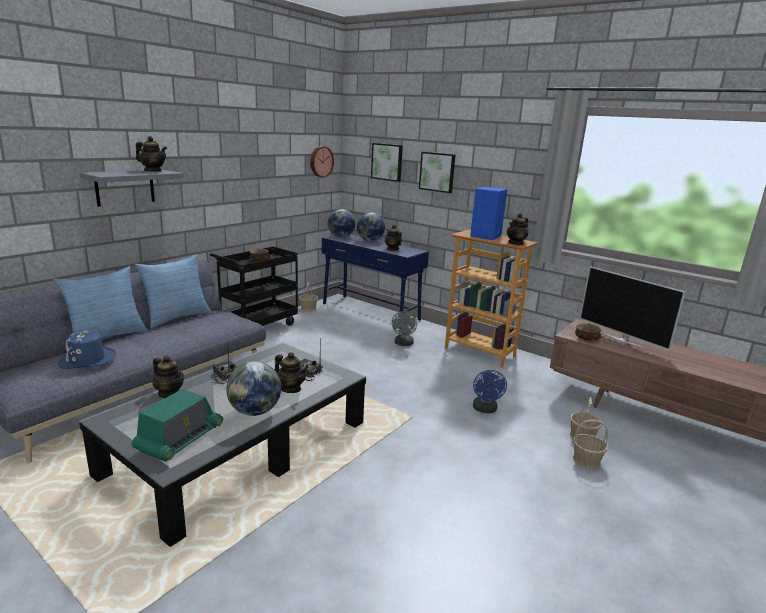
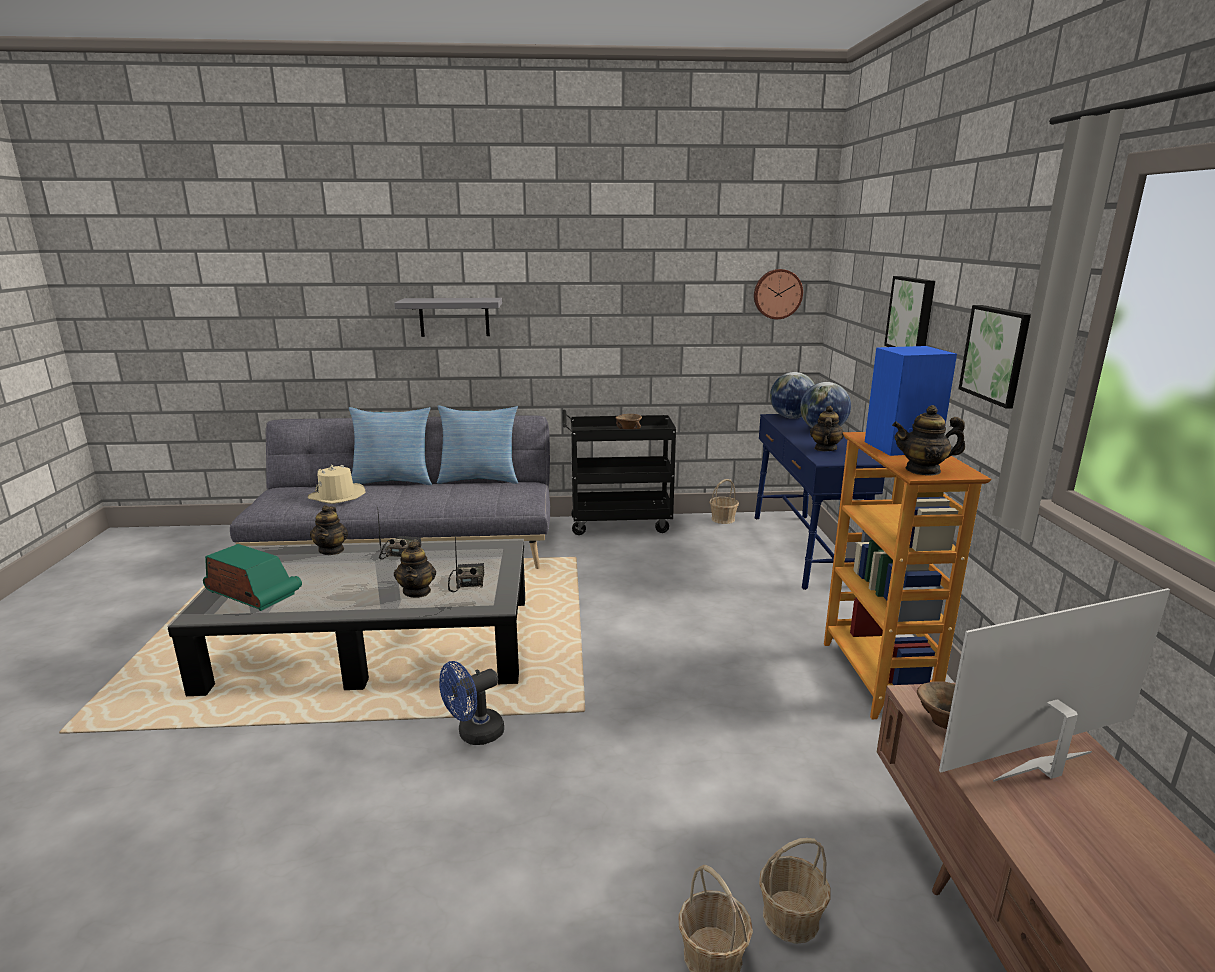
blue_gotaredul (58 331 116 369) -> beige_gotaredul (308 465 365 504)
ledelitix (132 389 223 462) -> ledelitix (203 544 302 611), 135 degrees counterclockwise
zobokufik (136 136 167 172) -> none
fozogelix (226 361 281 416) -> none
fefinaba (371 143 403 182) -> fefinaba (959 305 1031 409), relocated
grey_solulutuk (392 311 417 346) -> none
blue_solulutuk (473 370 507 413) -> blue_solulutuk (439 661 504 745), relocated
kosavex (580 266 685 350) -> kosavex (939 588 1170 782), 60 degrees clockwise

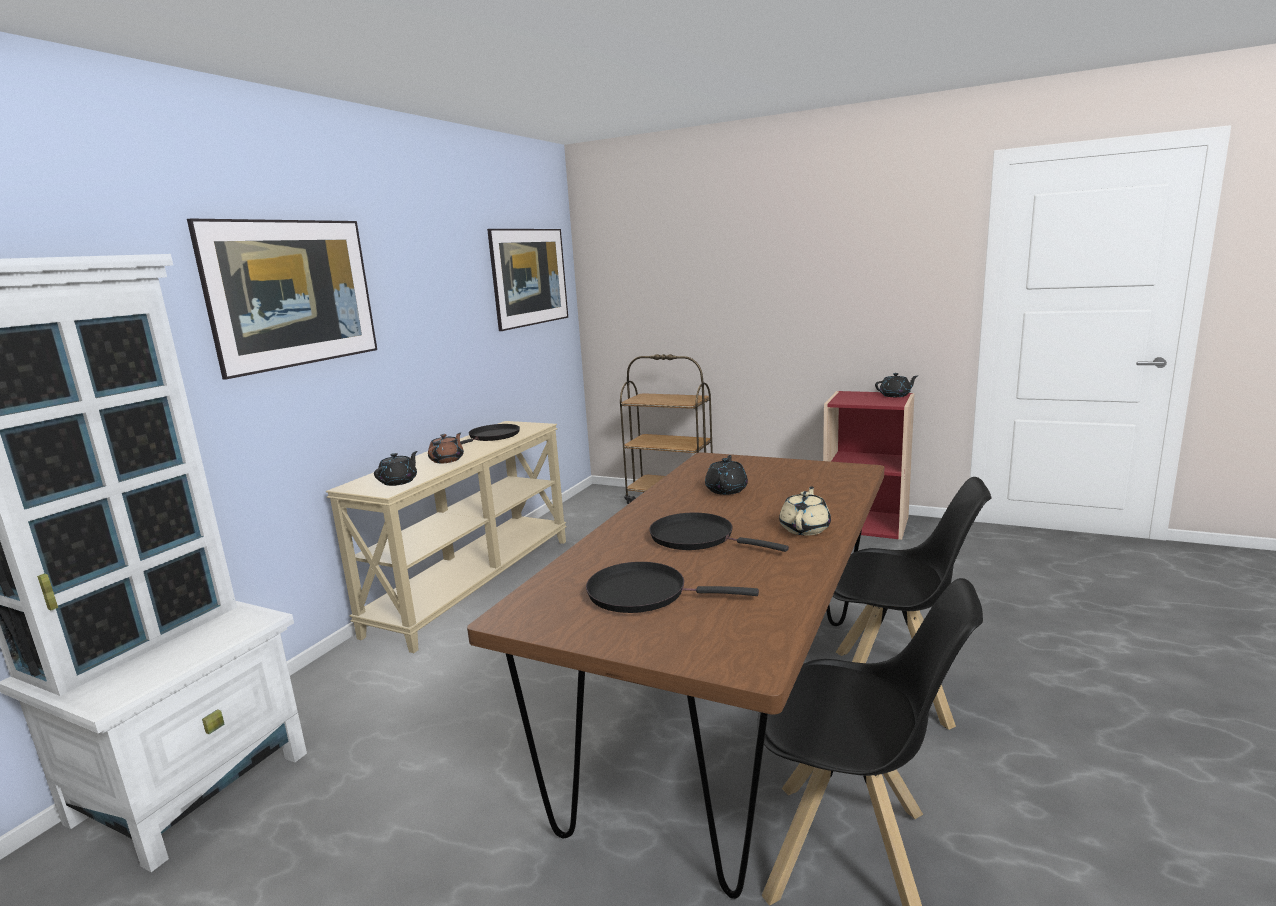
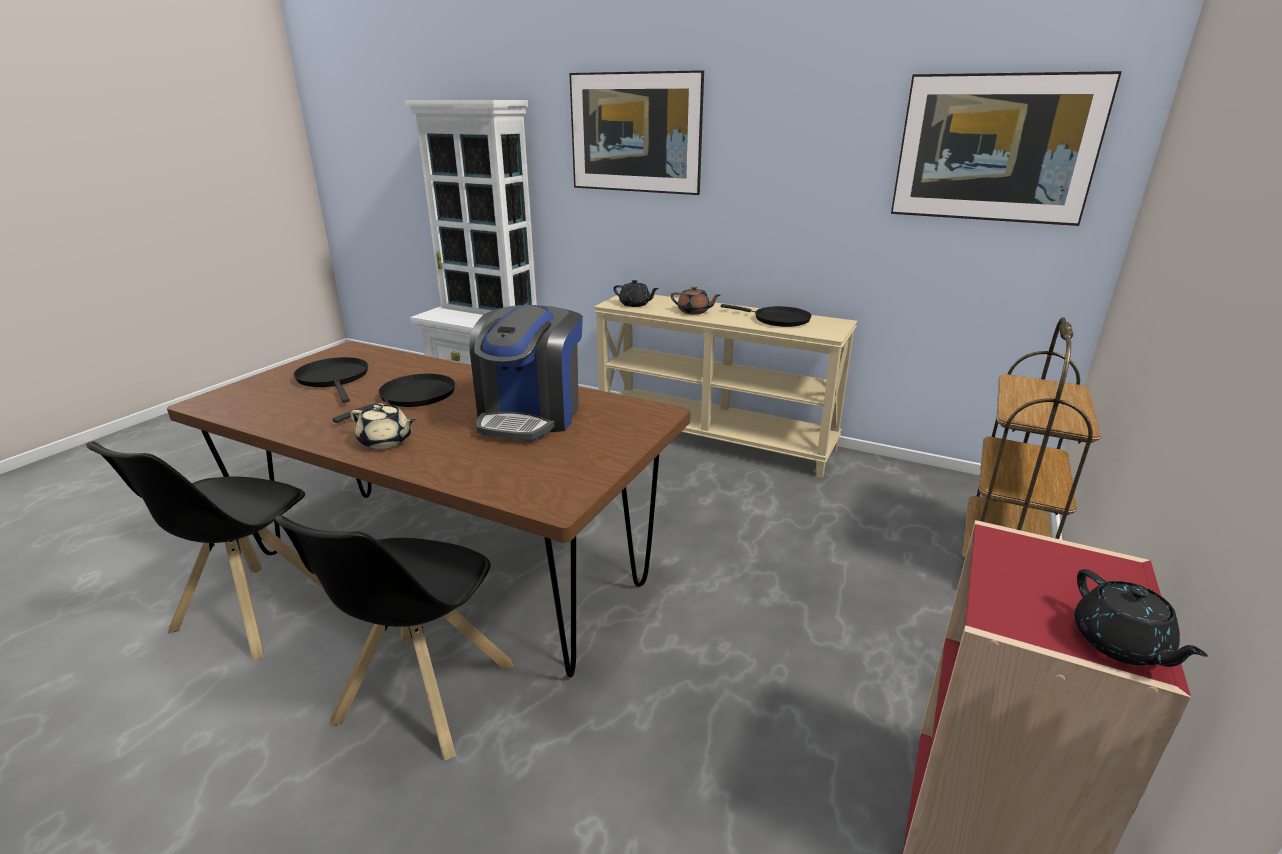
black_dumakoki (586 562 759 613) -> black_dumakoki (294 357 368 403), 45 degrees counterclockwise
black_zobokufik (705 455 748 495) -> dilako (469 305 583 441)

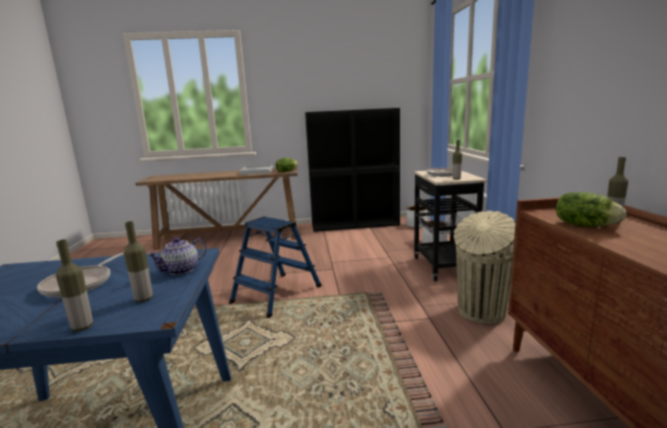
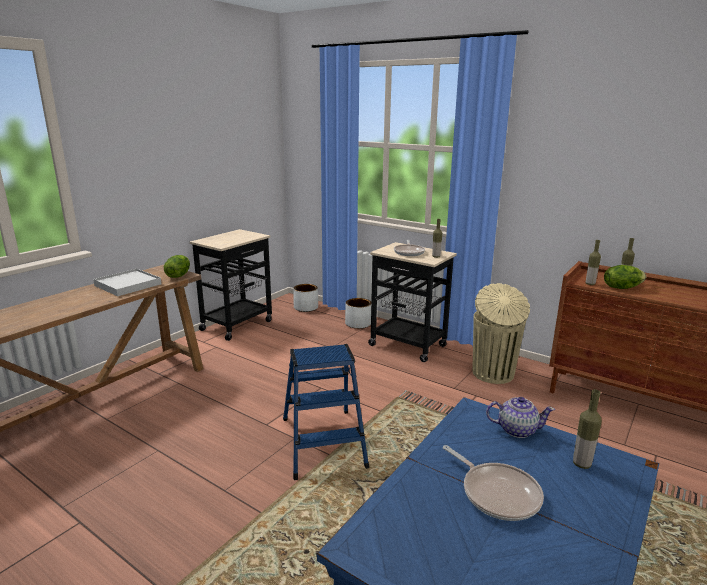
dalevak (56 239 93 331) -> dalevak (586 240 601 285), relocated
zobokufik (147 238 206 275) -> zobokufik (486 397 555 438), 75 degrees counterclockwise
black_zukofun (305 108 400 232) -> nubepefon (190 229 272 341)

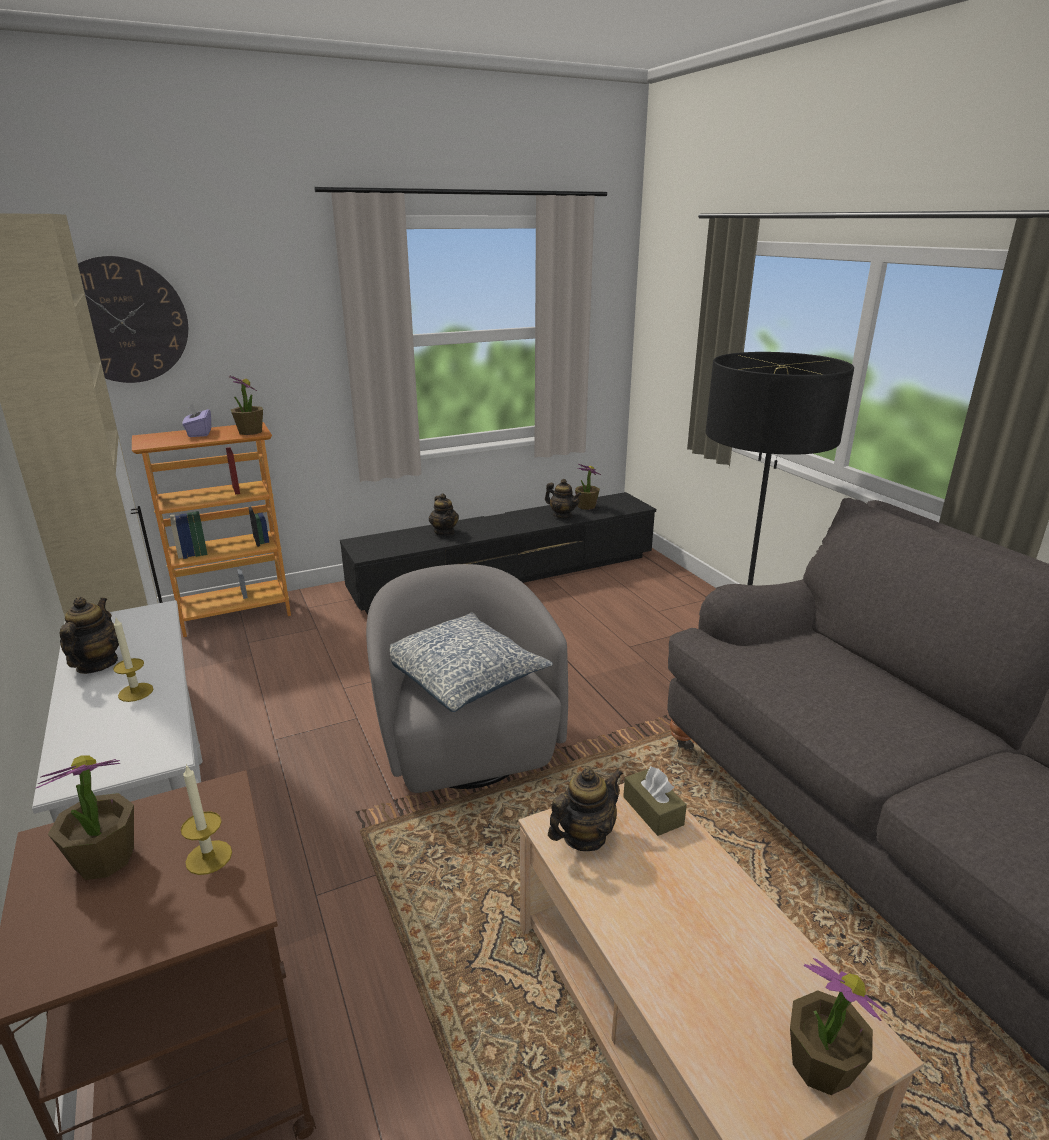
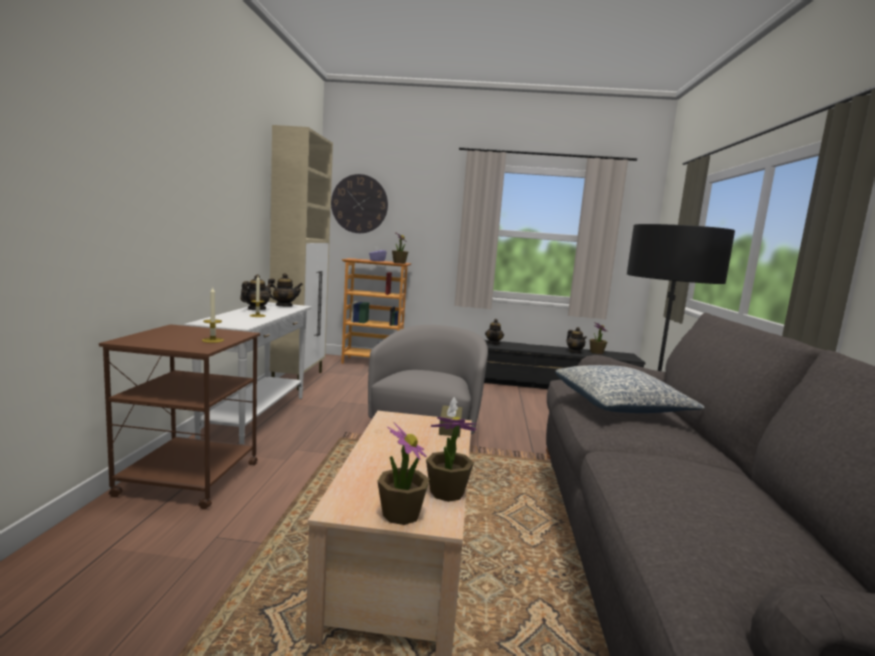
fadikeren (36 755 134 880) -> fadikeren (426 417 477 502), relocated
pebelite (390 612 553 712) -> pebelite (555 365 705 413), relocated
zobokufik (548 768 623 851) -> zobokufik (268 273 303 307), relocated

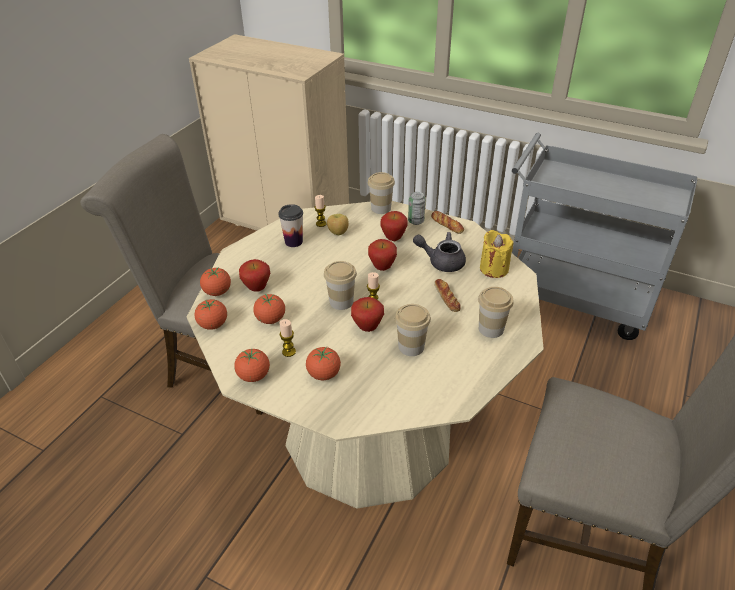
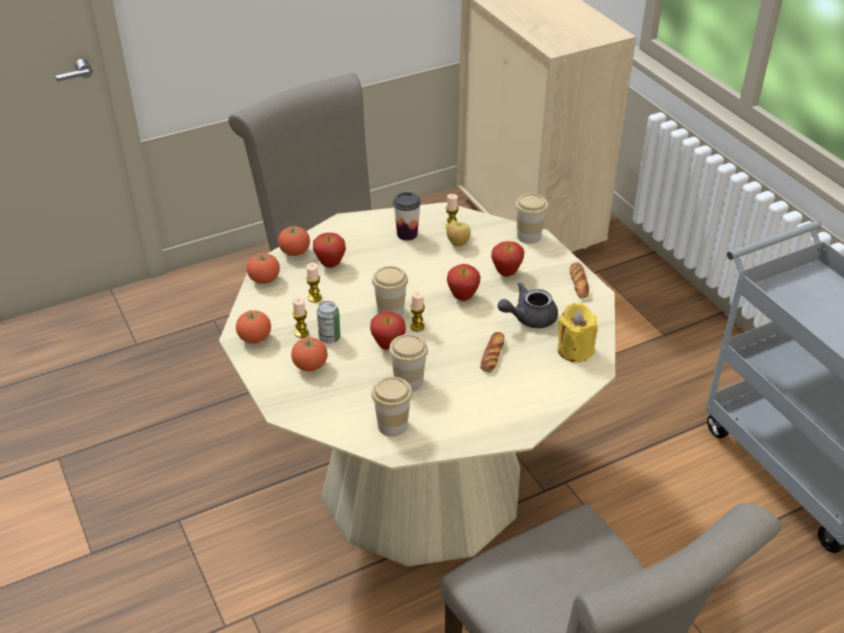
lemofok (253 294 285 324) -> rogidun (306 262 322 303)
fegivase (408 192 425 225) -> fegivase (317 301 340 343), relocated
grey_zobokufik (413 232 466 272) -> grey_zobokufik (498 282 558 328), 75 degrees counterclockwise
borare (478 287 513 338) -> borare (371 377 412 437), relocated

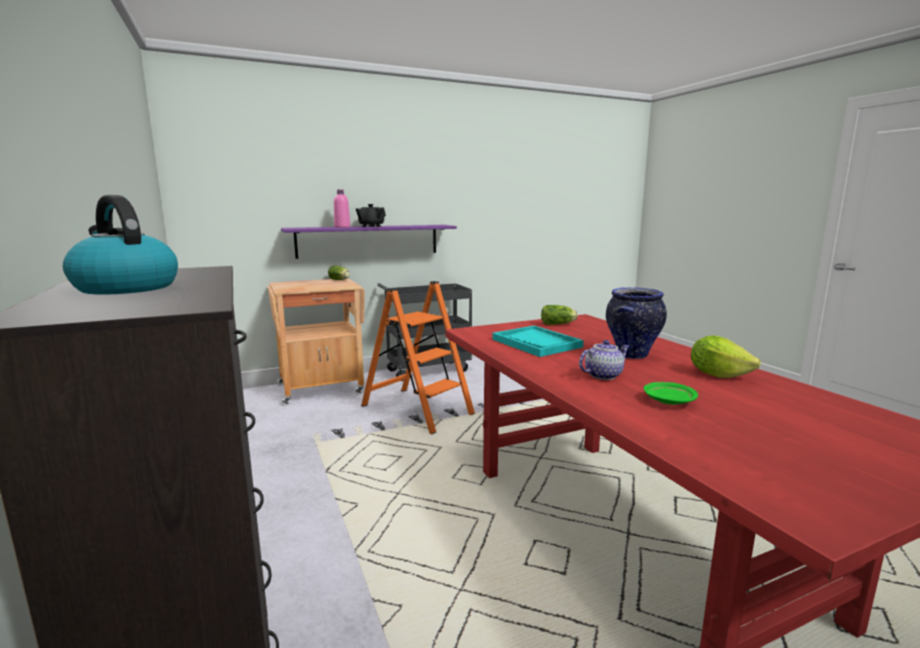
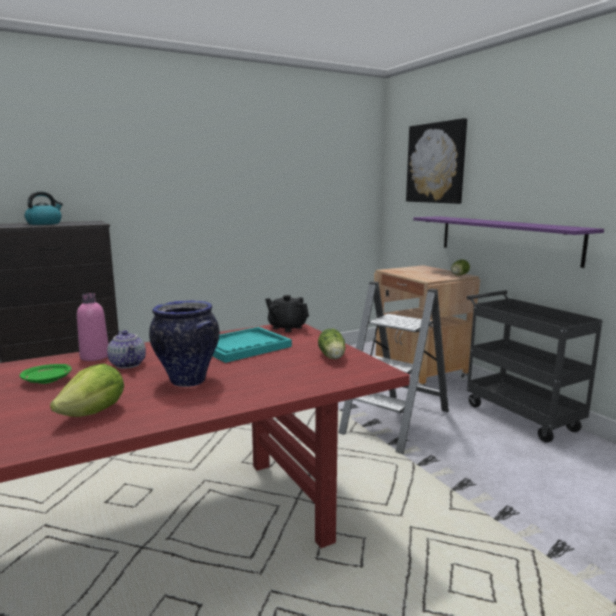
pink_dalevak (334 190 350 228) -> pink_dalevak (77 293 109 361), relocated
black_zobokufik (356 204 386 227) -> black_zobokufik (265 295 309 332), relocated
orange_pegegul (361 281 475 434) -> grey_pegegul (338 281 449 454)
none -> fefinaba (406 118 467 204)

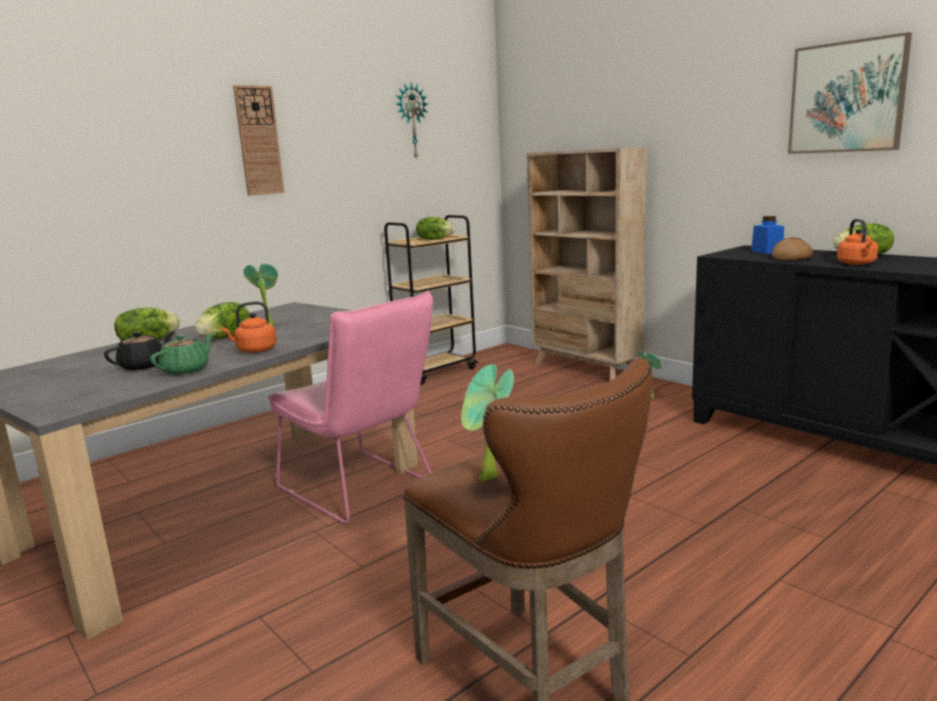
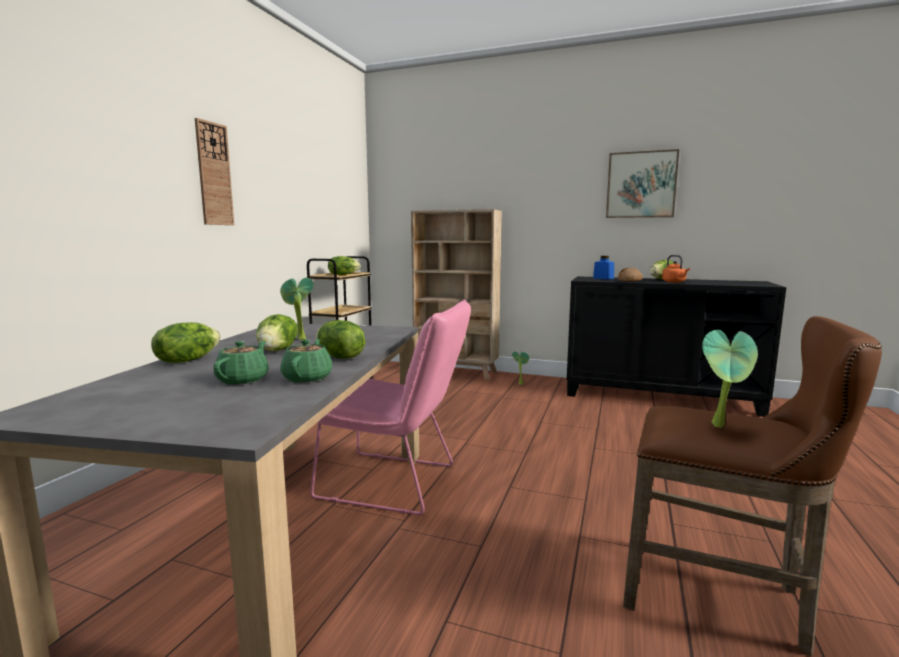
black_zobokufik (104 331 175 371) -> green_zobokufik (214 341 269 385)
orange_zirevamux (221 301 277 353) -> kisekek (316 320 365 358)
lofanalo (396 82 428 160) -> none

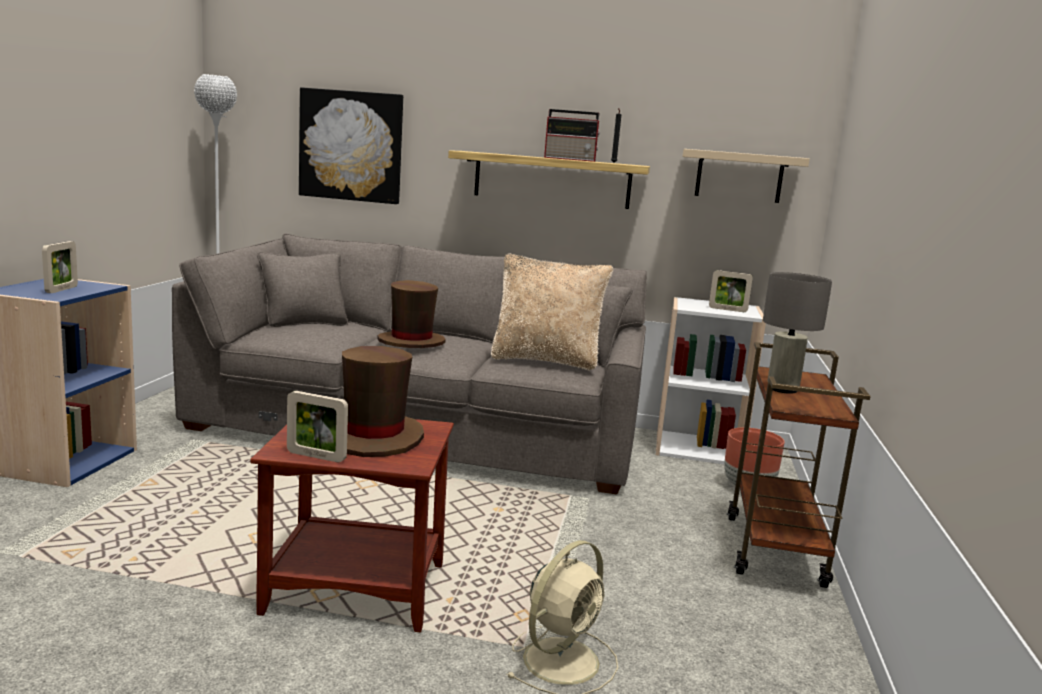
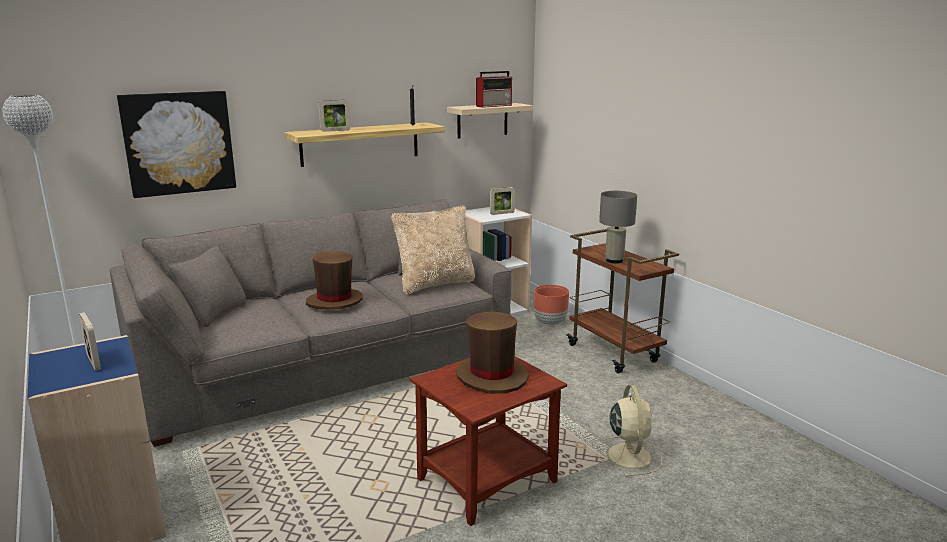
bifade (287 391 348 462) -> bifade (319 100 351 132), relocated
ledelitix (544 109 601 162) -> ledelitix (476 71 512 108), relocated

